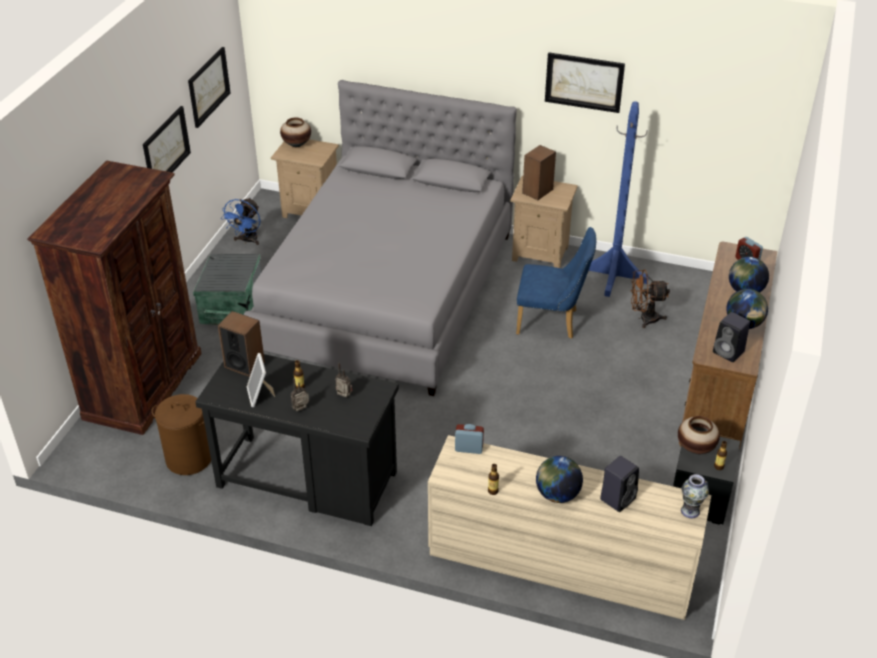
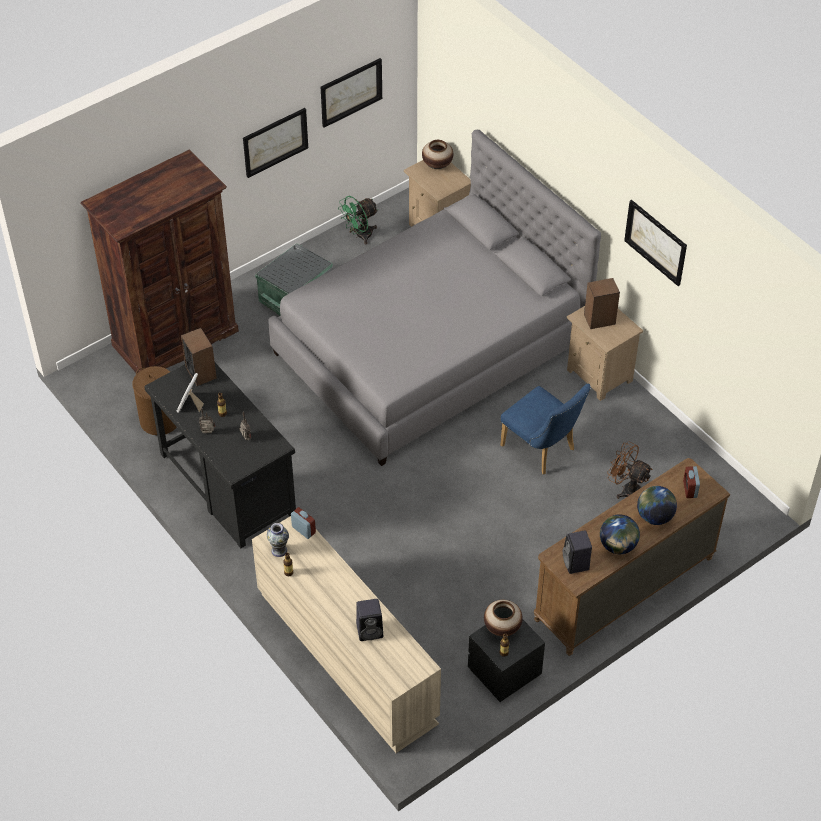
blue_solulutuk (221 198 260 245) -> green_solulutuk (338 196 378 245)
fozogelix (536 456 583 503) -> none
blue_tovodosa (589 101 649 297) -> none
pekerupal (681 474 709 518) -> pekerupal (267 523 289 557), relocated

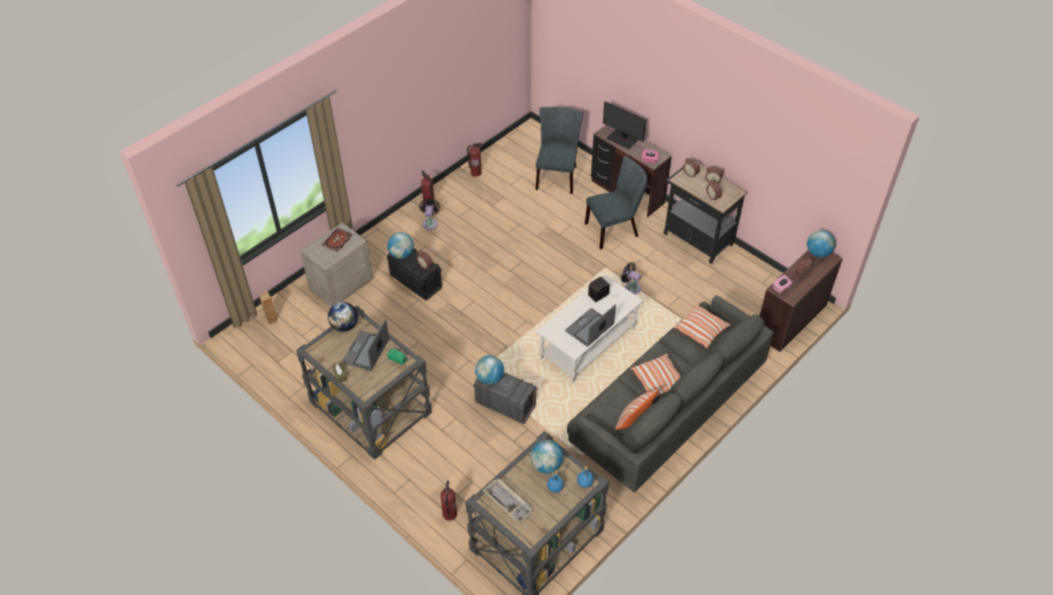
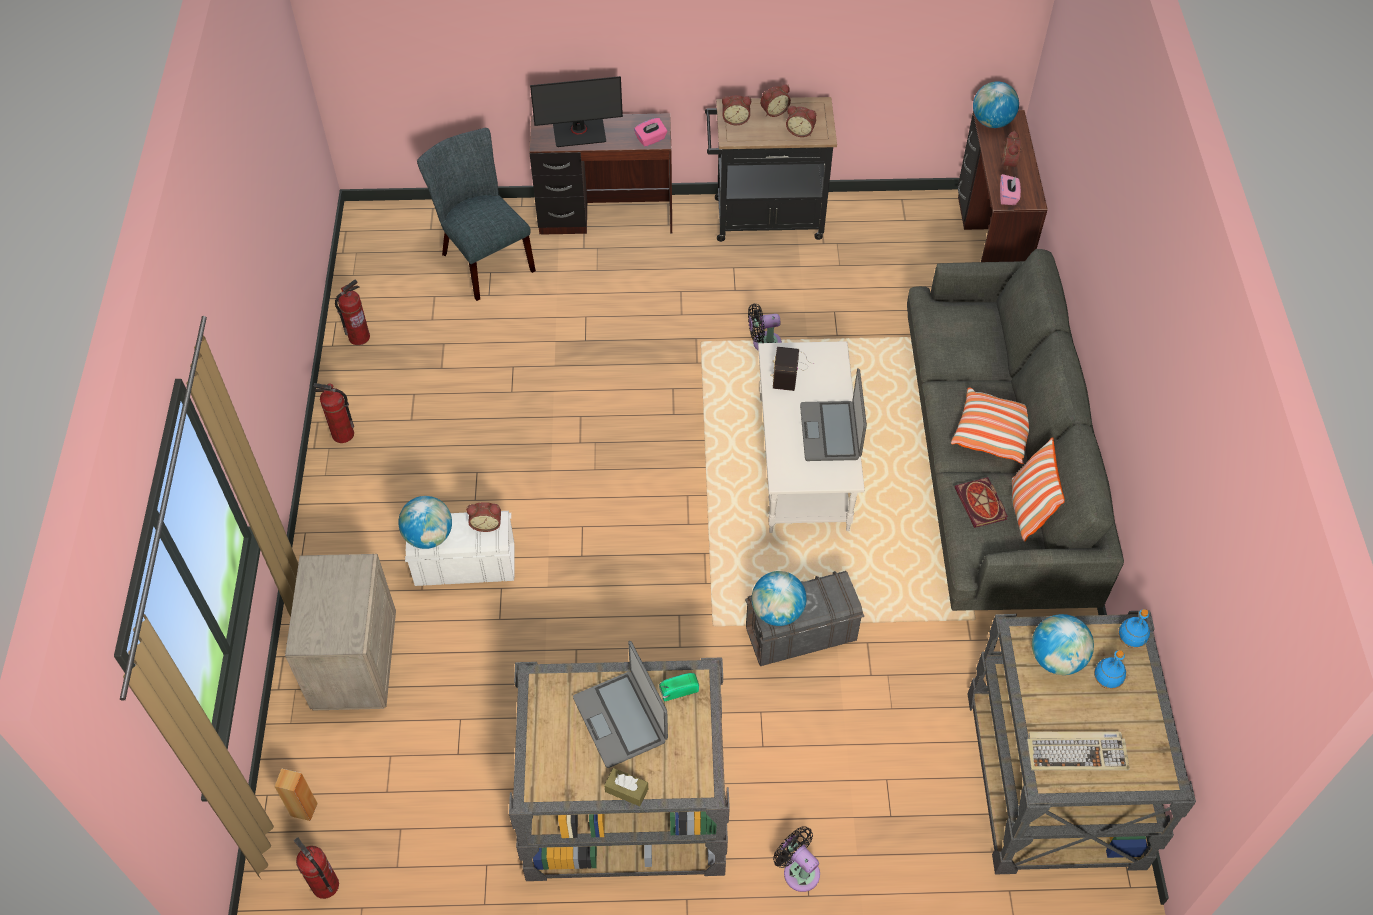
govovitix (322 228 352 252) -> govovitix (955 477 1008 528), relocated
fozogelix (328 302 358 332) -> none
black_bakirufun (386 249 442 300) -> white_bakirufun (405 511 515 586)
black_solulutuk (419 198 440 230) -> black_solulutuk (773 826 820 892), relocated
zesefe (440 480 457 521) -> zesefe (294 837 339 899), relocated
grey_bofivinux (585 156 648 249) -> none
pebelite (674 303 731 348) -> none

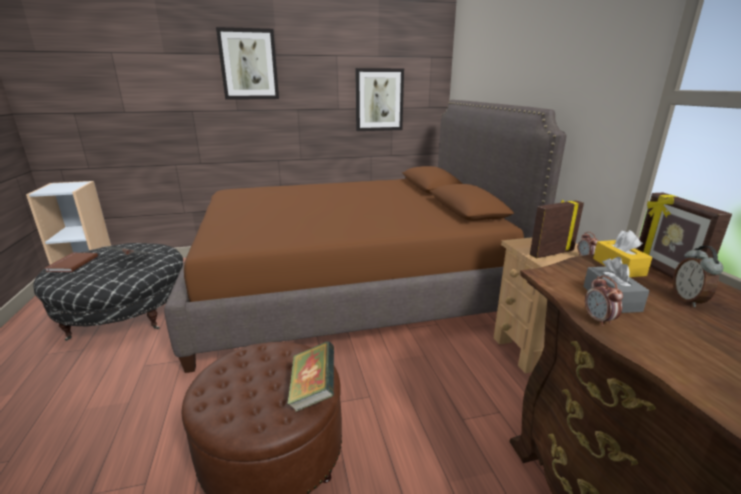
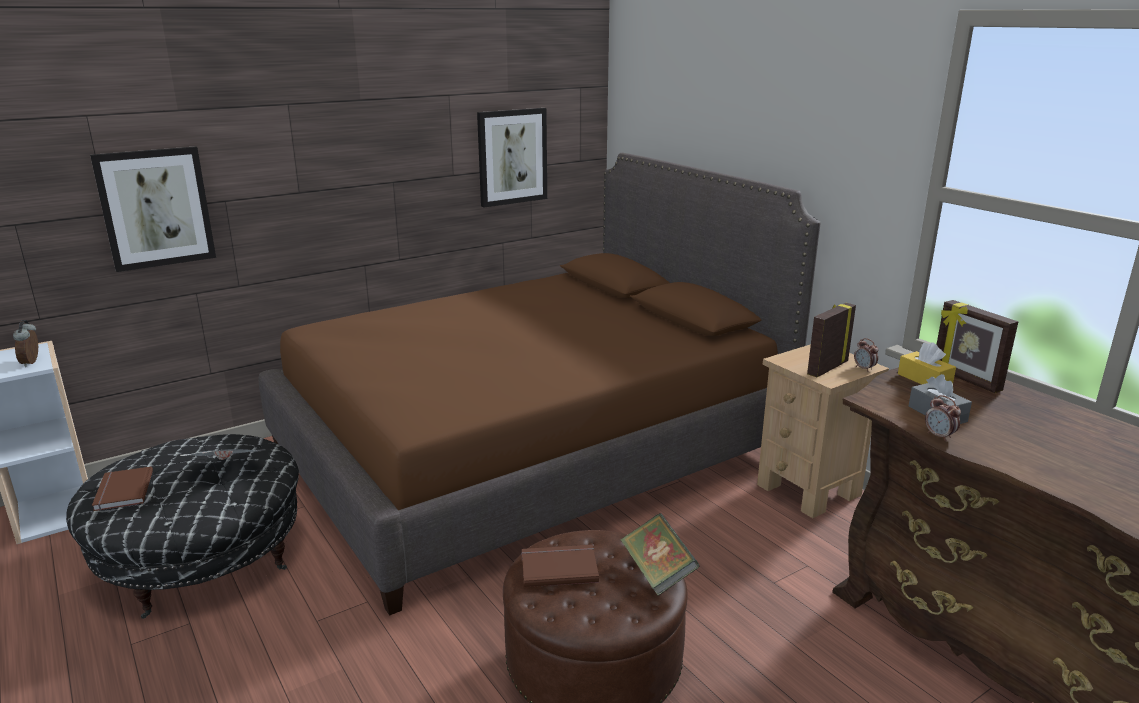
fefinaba (216 27 279 100) -> fefinaba (90 146 216 272), relocated
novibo (673 245 724 307) -> novibo (13 320 38 367), relocated
none -> brown_govovitix (522 545 599 587)

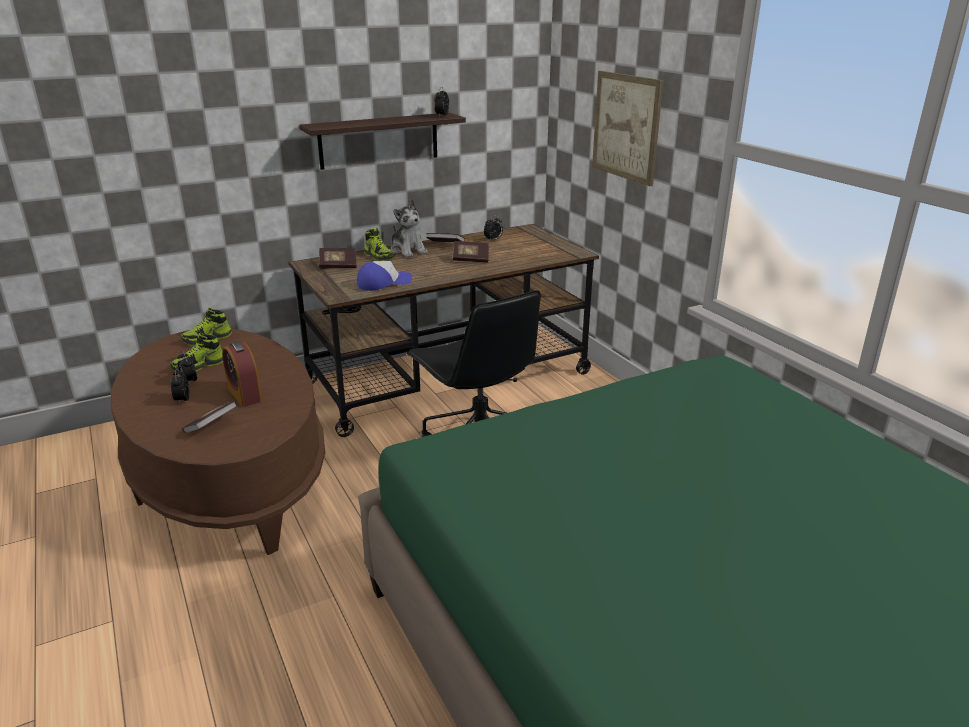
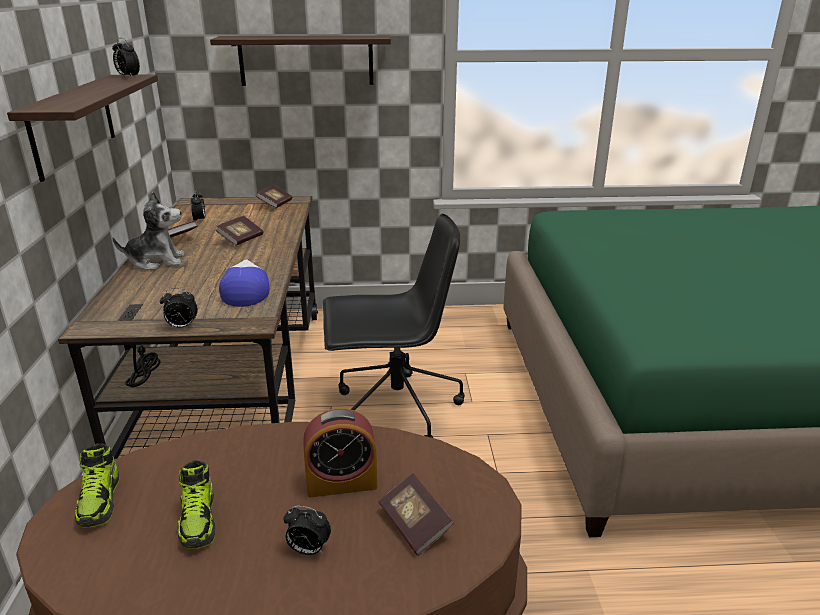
novibo (177 351 197 385) -> novibo (160 288 198 328), relocated
govovitix (319 248 357 268) -> govovitix (256 184 292 208), relocated
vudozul (364 228 395 261) -> none
fefinaba (592 71 664 186) -> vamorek (210 35 391 86)

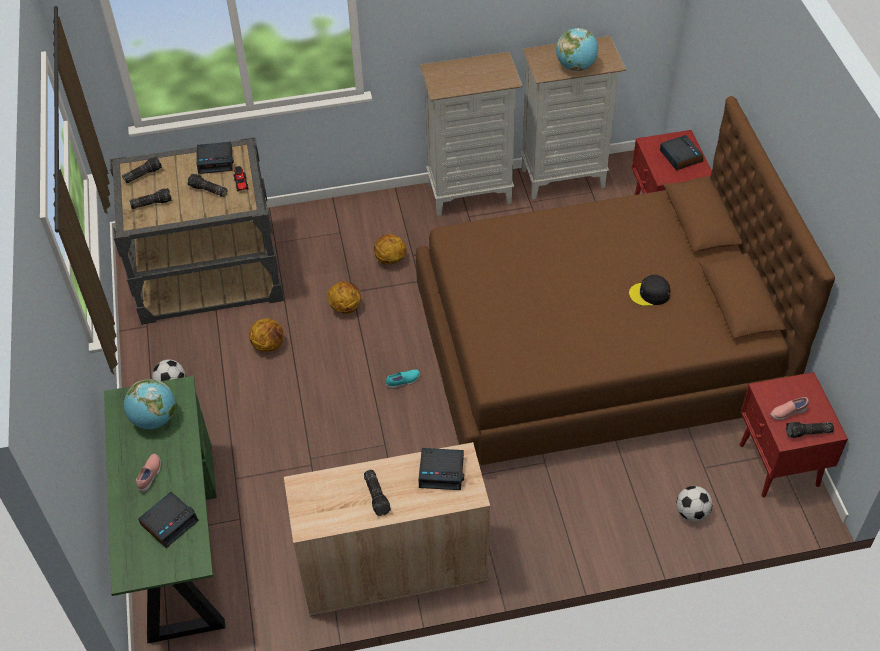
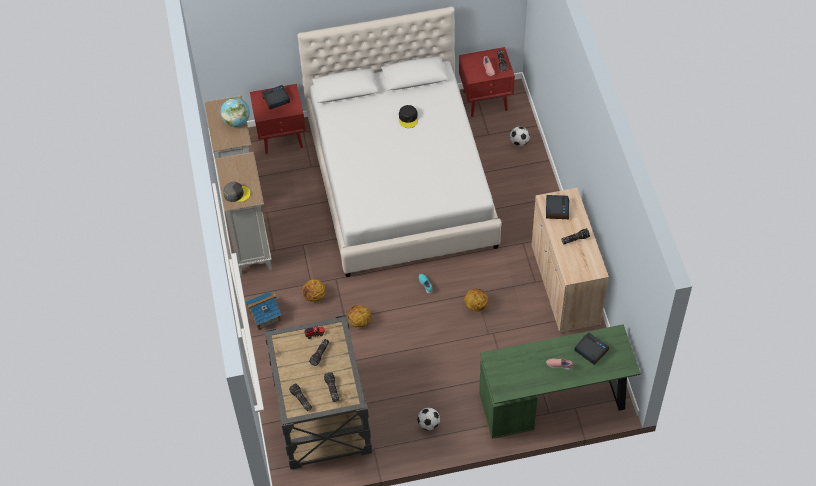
fozogelix (124 379 175 429) -> none
novibo (197 142 234 174) -> none
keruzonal (249 318 283 352) -> keruzonal (464 289 488 312), relocated
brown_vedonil (416 96 835 465) -> white_vedonil (297 7 502 277)
none -> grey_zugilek (223 182 251 202)
none -> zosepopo (245 292 281 330)

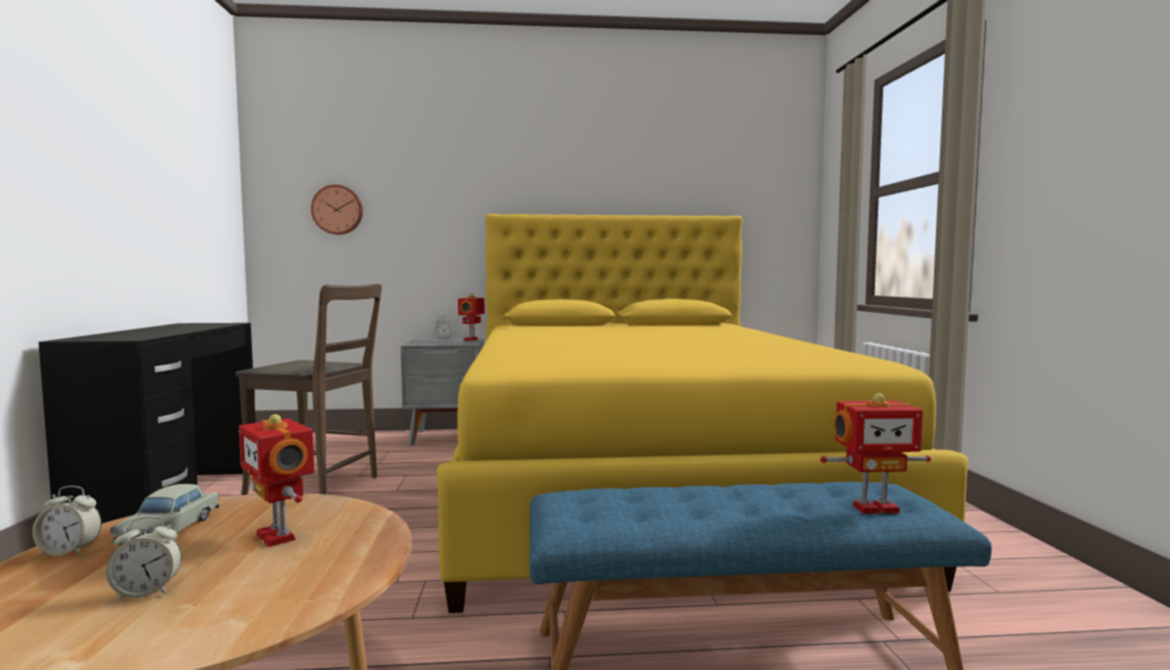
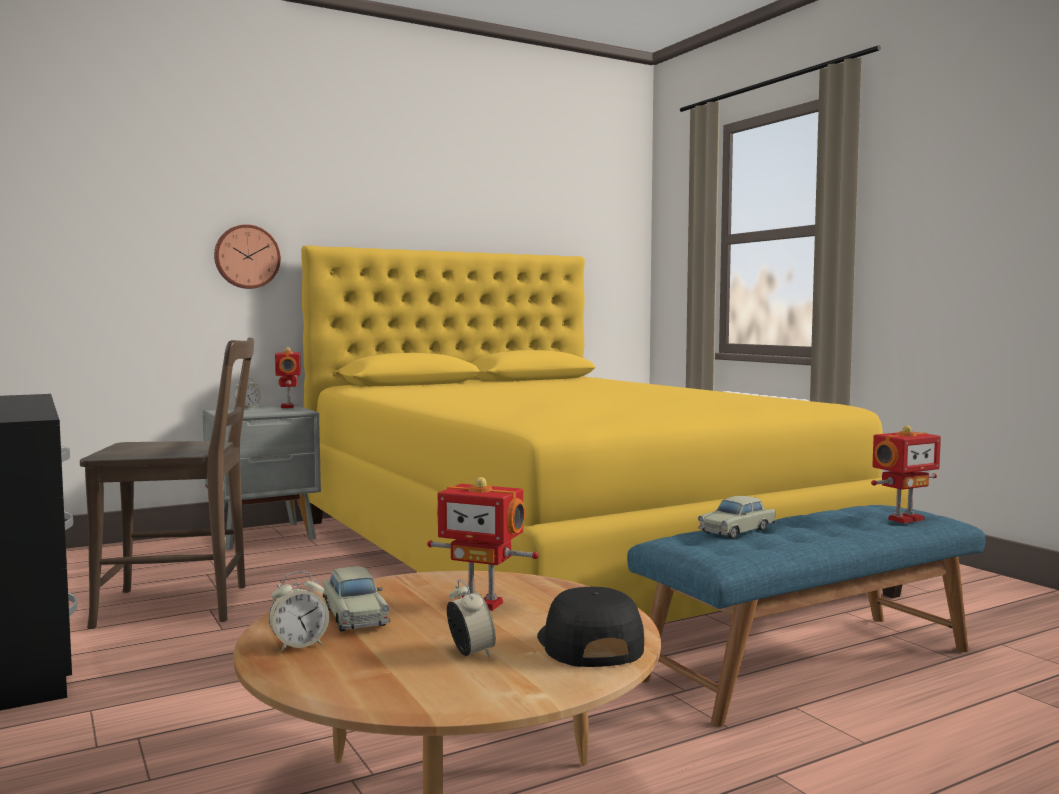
novibo (106 516 182 601) -> novibo (447 580 496 657), 75 degrees counterclockwise
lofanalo (311 185 363 235) -> lofanalo (214 224 281 289), relocated
none -> black_zugilek (537 587 644 667)
none -> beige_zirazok (698 496 776 539)

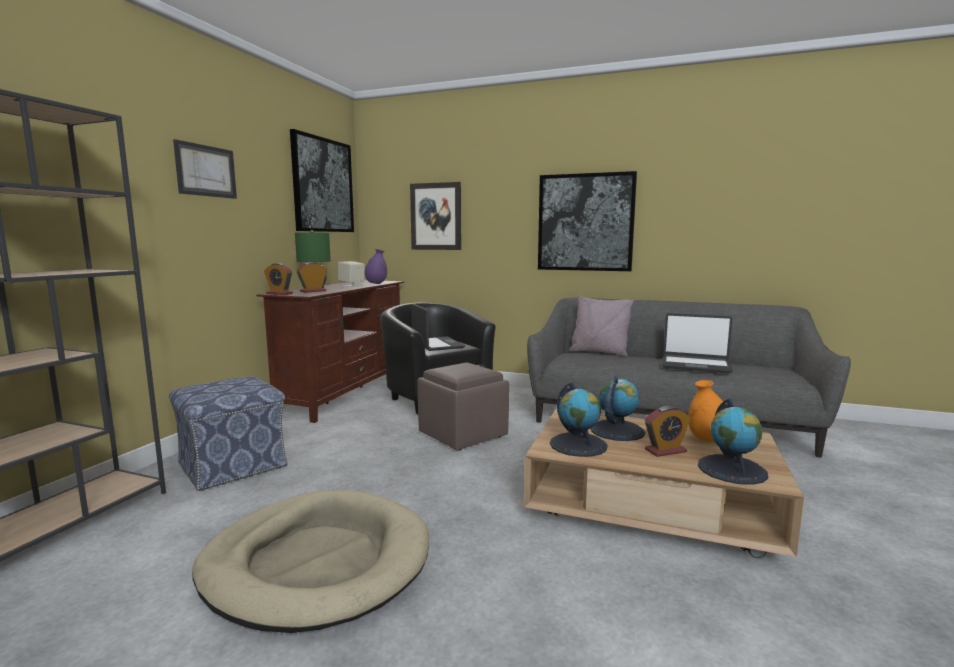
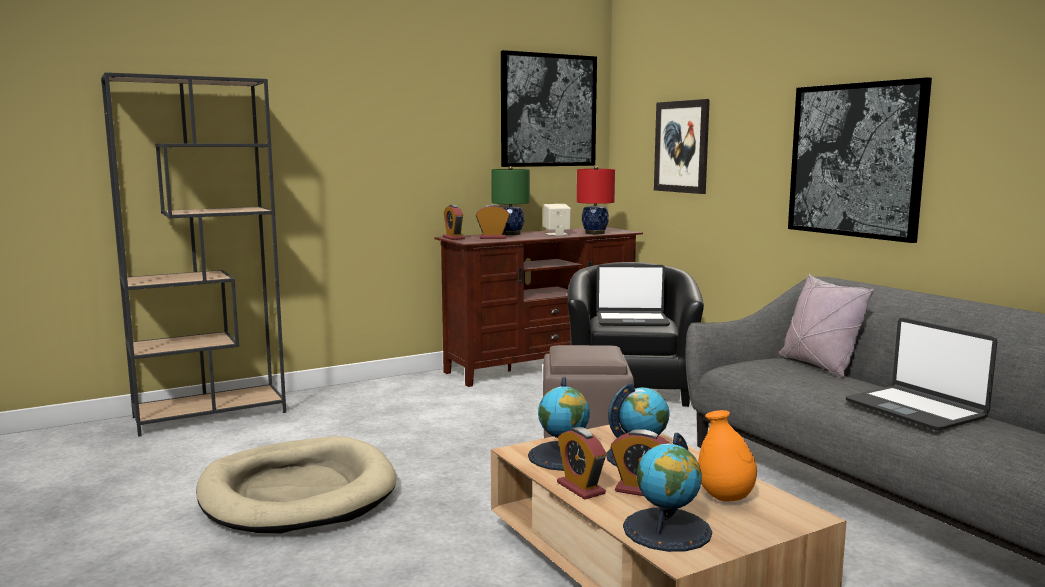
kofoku (169 376 287 491) -> none
fefinaba (173 139 237 199) -> none
purple_pekerupal (365 249 387 284) -> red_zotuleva (577 166 615 234)
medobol (411 303 465 351) -> medobol (596 264 670 326), 75 degrees clockwise
none -> novibo (557 427 606 500)

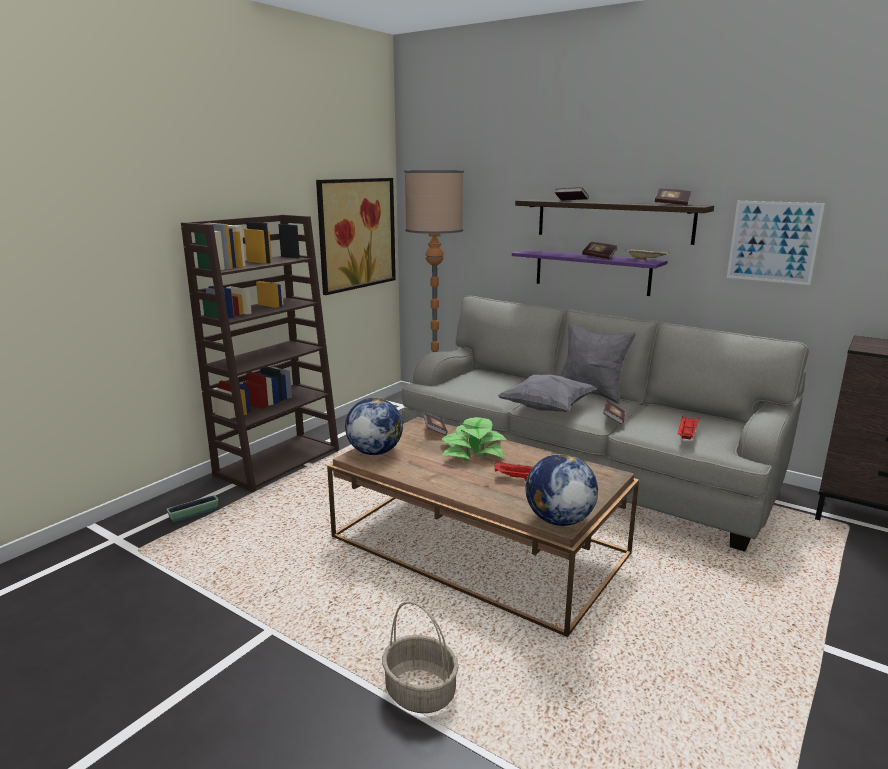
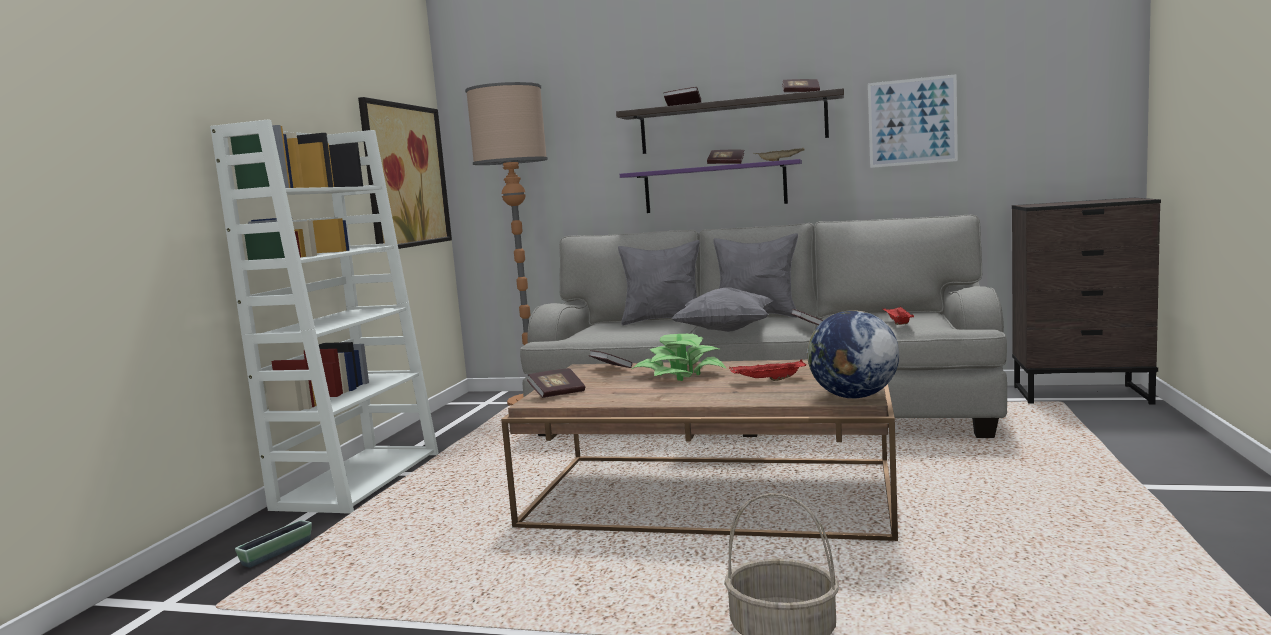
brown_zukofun (181 215 339 492) -> white_zukofun (210 120 439 514)
fozogelix (345 398 403 455) -> govovitix (527 368 585 398)
none -> grey_pebelite (618 240 700 326)

